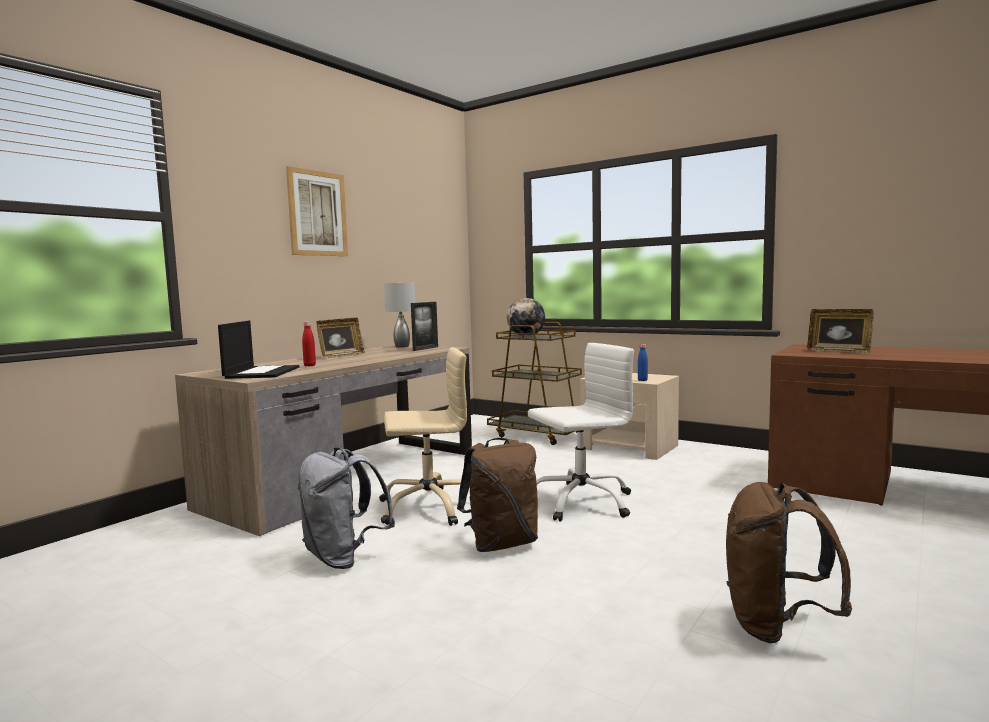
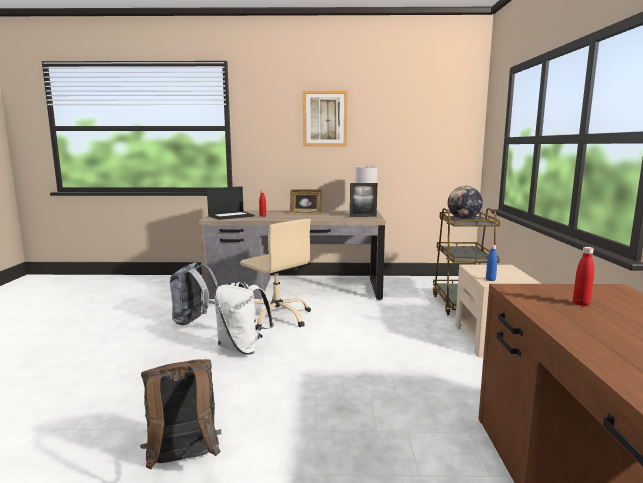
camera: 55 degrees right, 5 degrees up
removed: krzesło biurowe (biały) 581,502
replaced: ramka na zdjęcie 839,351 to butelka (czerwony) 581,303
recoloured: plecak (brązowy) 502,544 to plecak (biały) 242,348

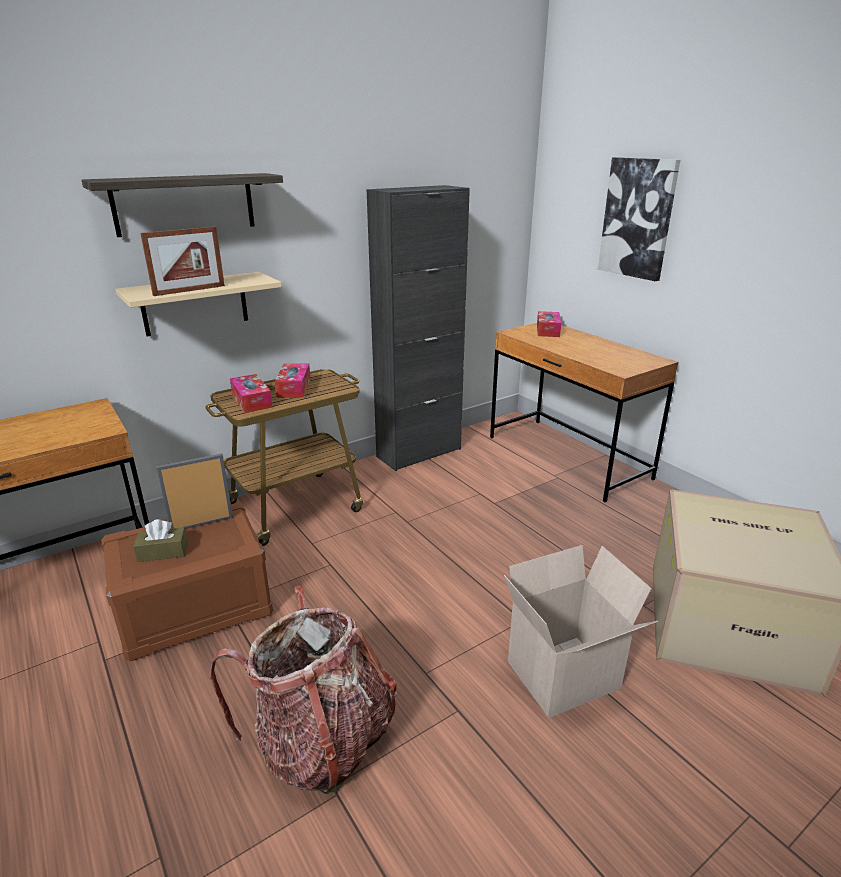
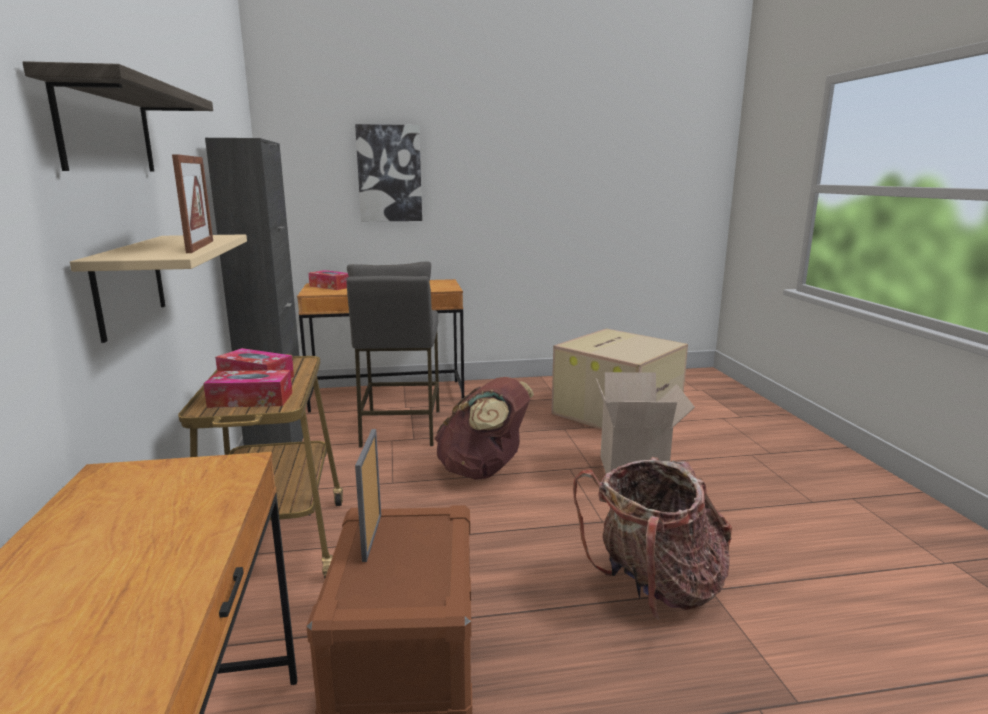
camera: 65 degrees left, 10 degrees down
removed: pudełko chusteczek (brązowy) 163,552
added: stołek (szary) 400,428; plecak (brązowy) 483,471

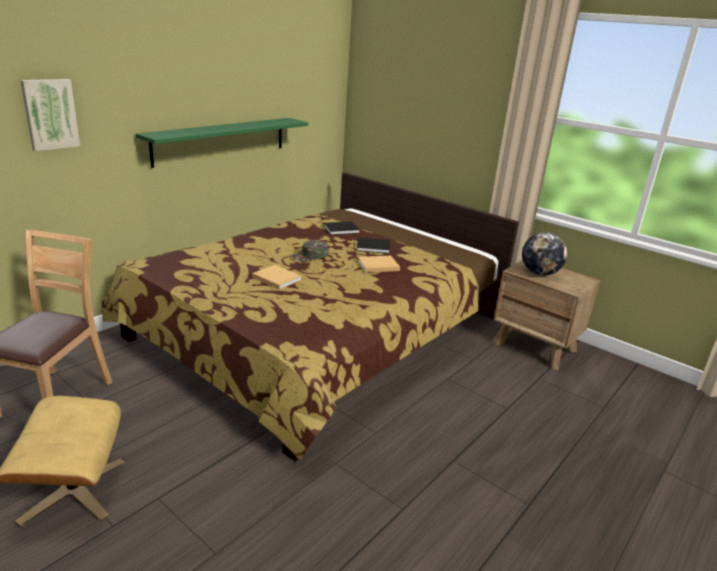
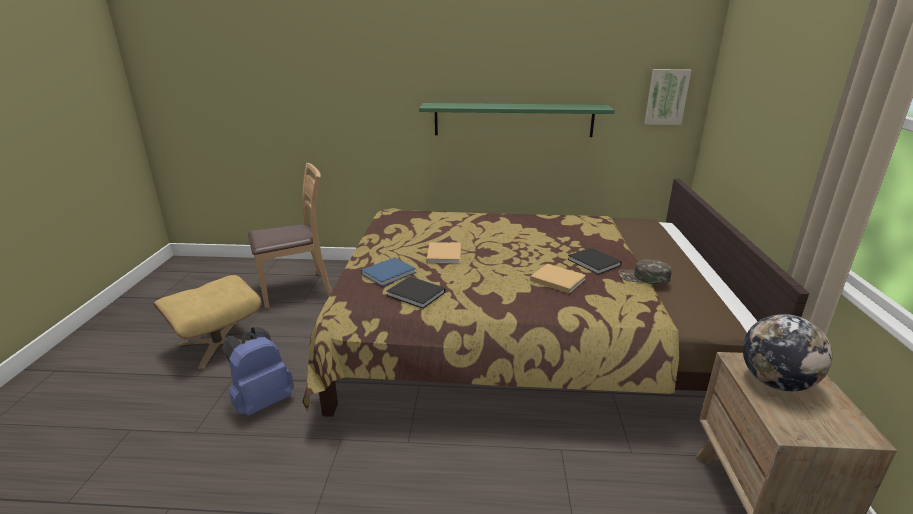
camera: 55 degrees right, 0 degrees up
added: plecak (niebieski) 262,401; książka (niebieski) 390,273
moved: obraz 50,114 to 666,97; czapka z daszkiem (zielony) 310,256 to 643,277; książka (czarny) 342,229 to 417,294

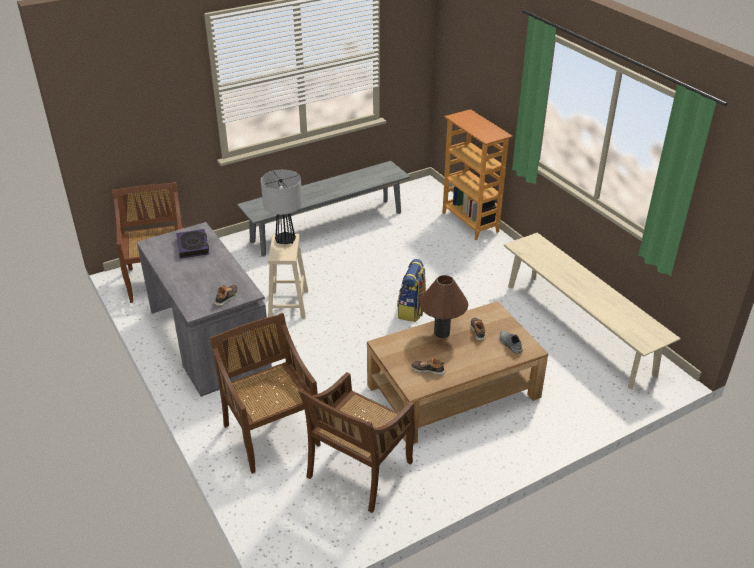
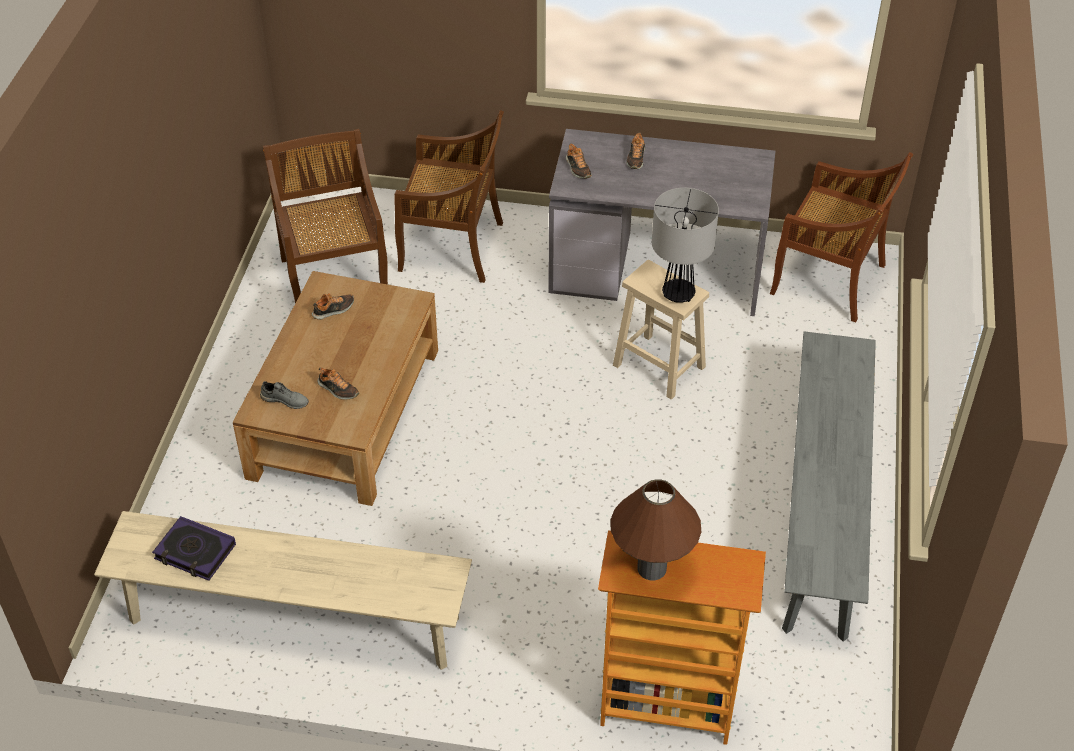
camera: 130 degrees right, 10 degrees up
removed: plecak 412,310
added: but 636,158
moved: książka 193,246 to 195,552; lampa stołowa (brązowy) 441,333 to 651,568

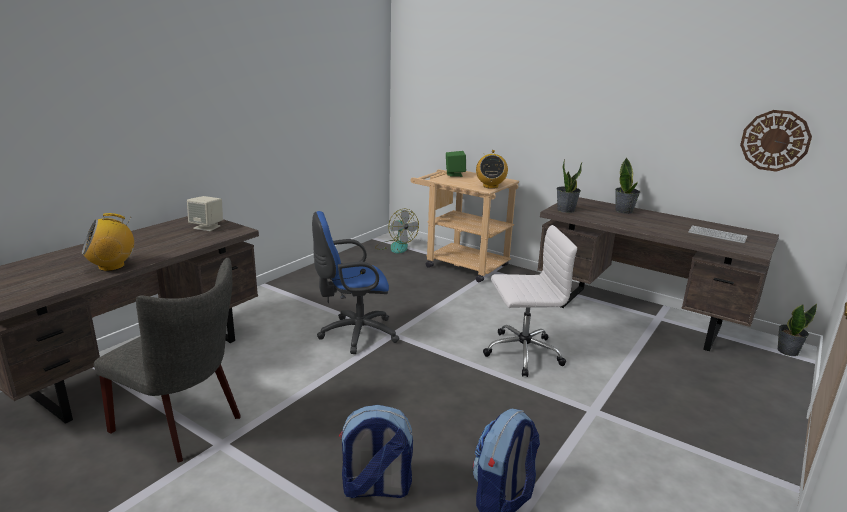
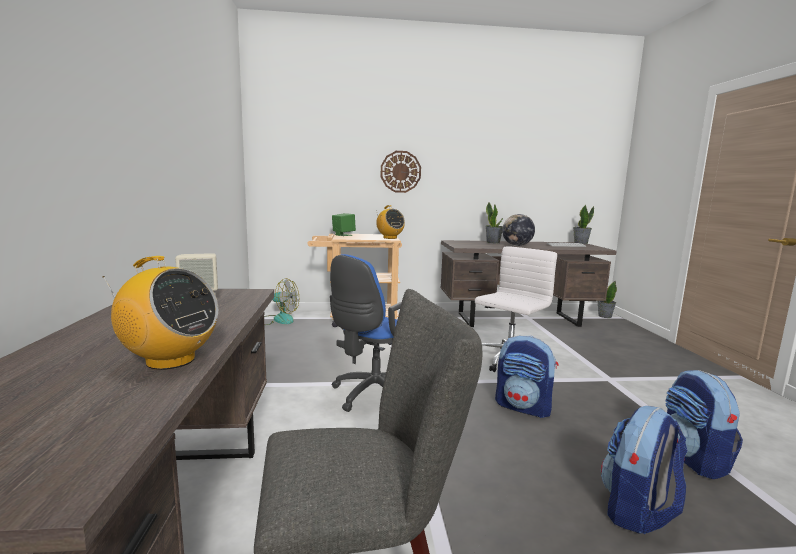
camera: 40 degrees left, 10 degrees down
added: plecak 523,407; globus 517,245
moved: roślina doniczkowa 565,210 to 580,243; zegar ścienny 775,140 to 400,171
turned: radio 112,266 = 170,360 90 degrees counterclockwise

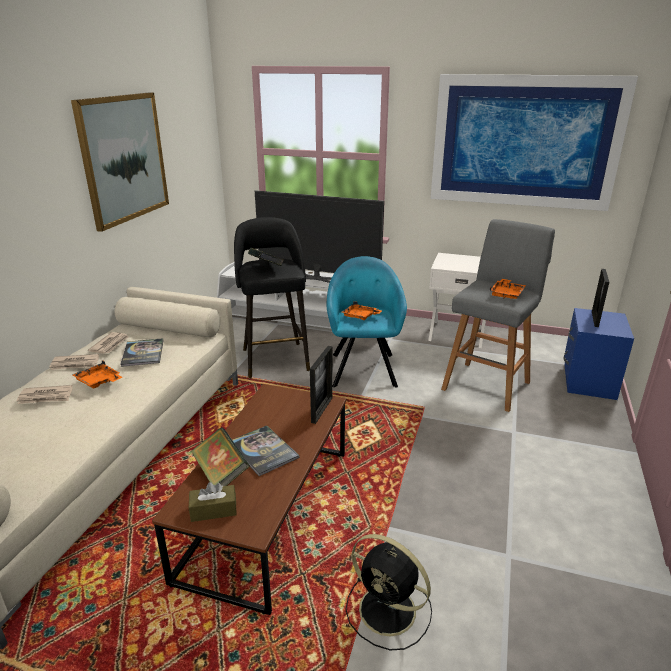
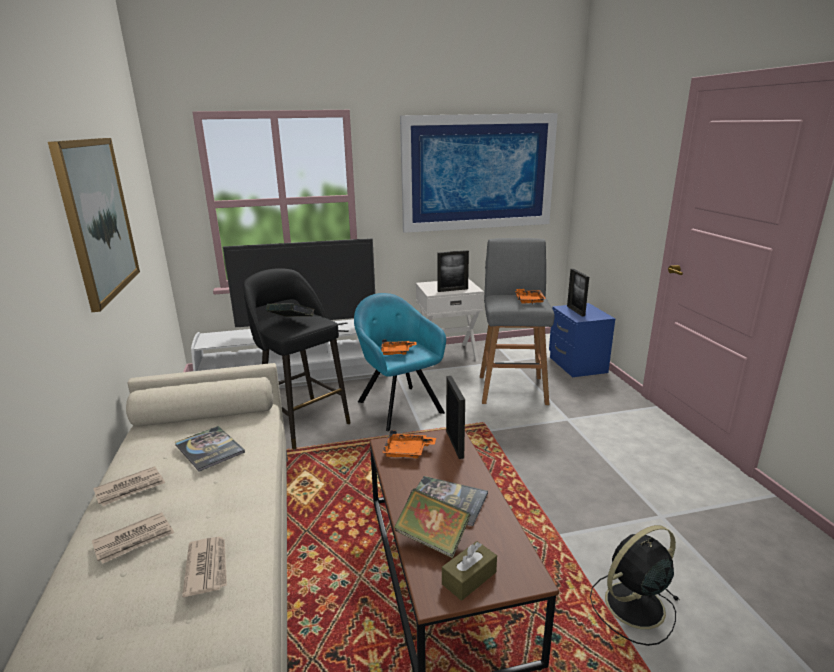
camera: 30 degrees left, 5 degrees down
added: ramka na zdjęcie 452,290
moved: taca (pomarańczowy) 99,381 to 407,452; gazeta 110,345 to 207,567
turned: wentylator (czarny) 389,611 = 632,606 150 degrees clockwise

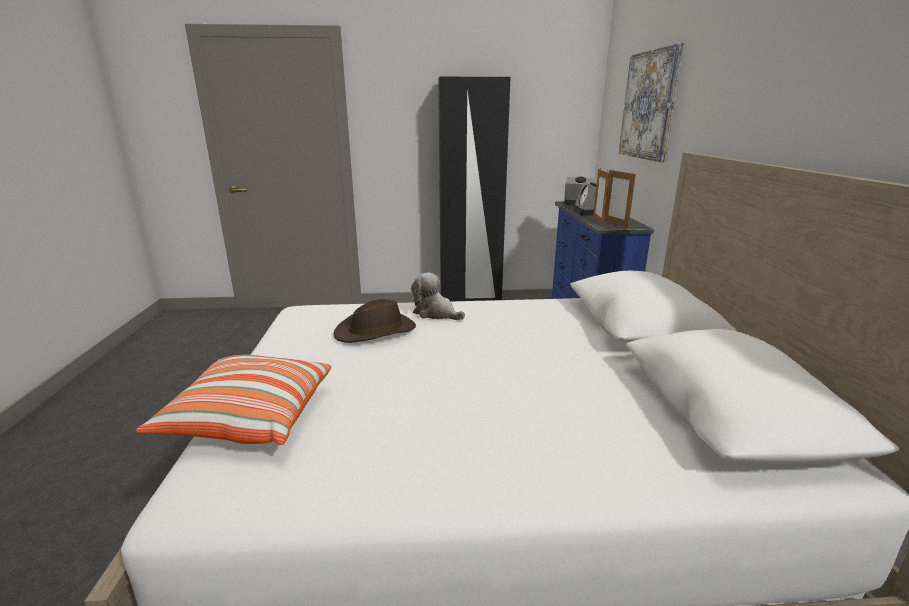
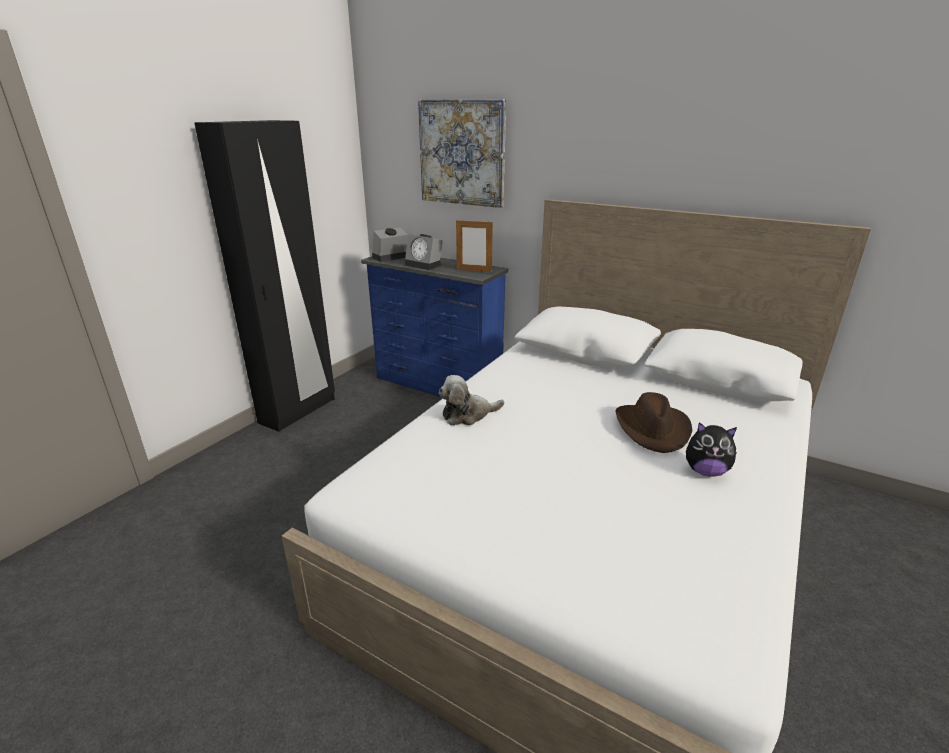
camera: 55 degrees left, 5 degrees up
removed: poduszka 249,418; ramka na zdjęcie 597,221
added: pluszak 705,471
moved: kapelusz (brązowy) 376,331 to 652,429

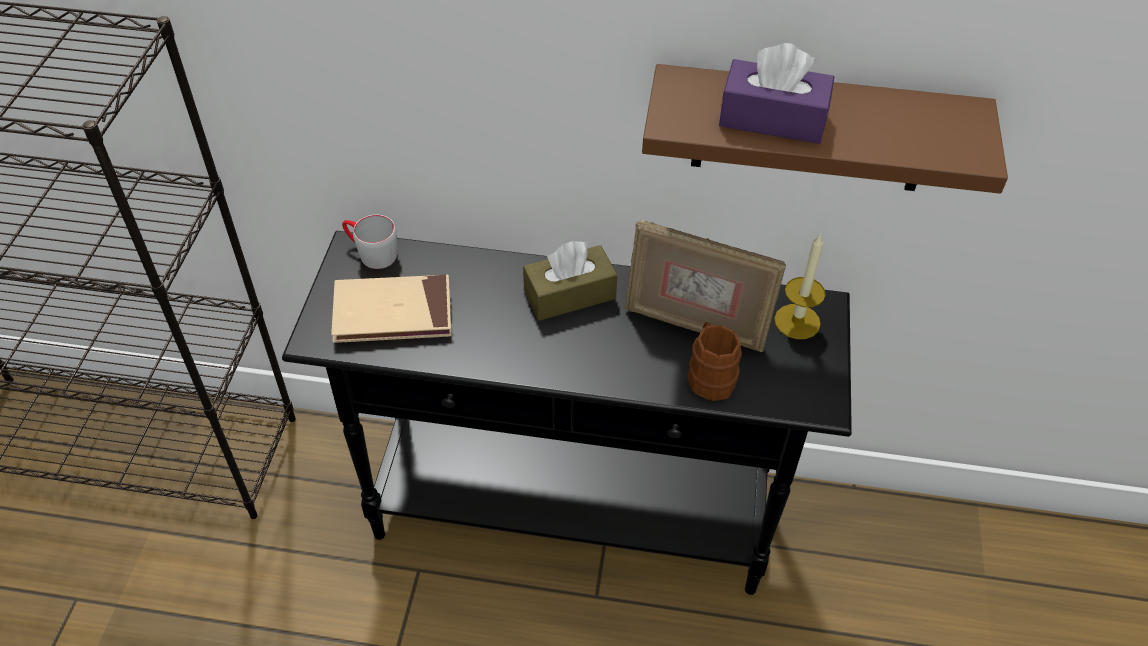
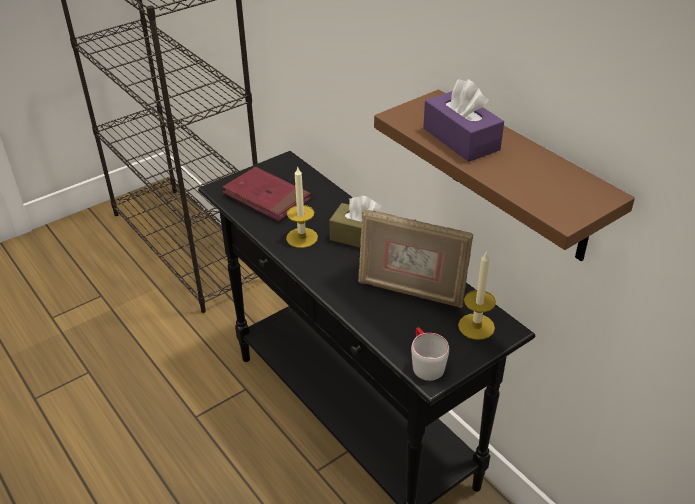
camera: 45 degrees right, 10 degrees down
removed: kubek (brązowy) 709,375
added: świeca 302,238
moved: kubek (szary) 370,253 to 425,363
recoloured: książka (beżowy) 393,313 to książka (czerwony) 266,197
turned: ramka na zdjęcie 695,325 = 411,291 45 degrees counterclockwise

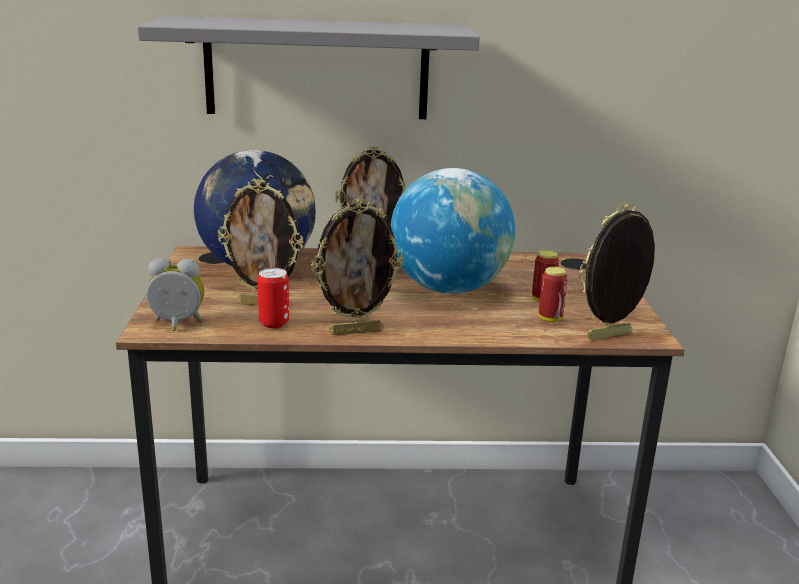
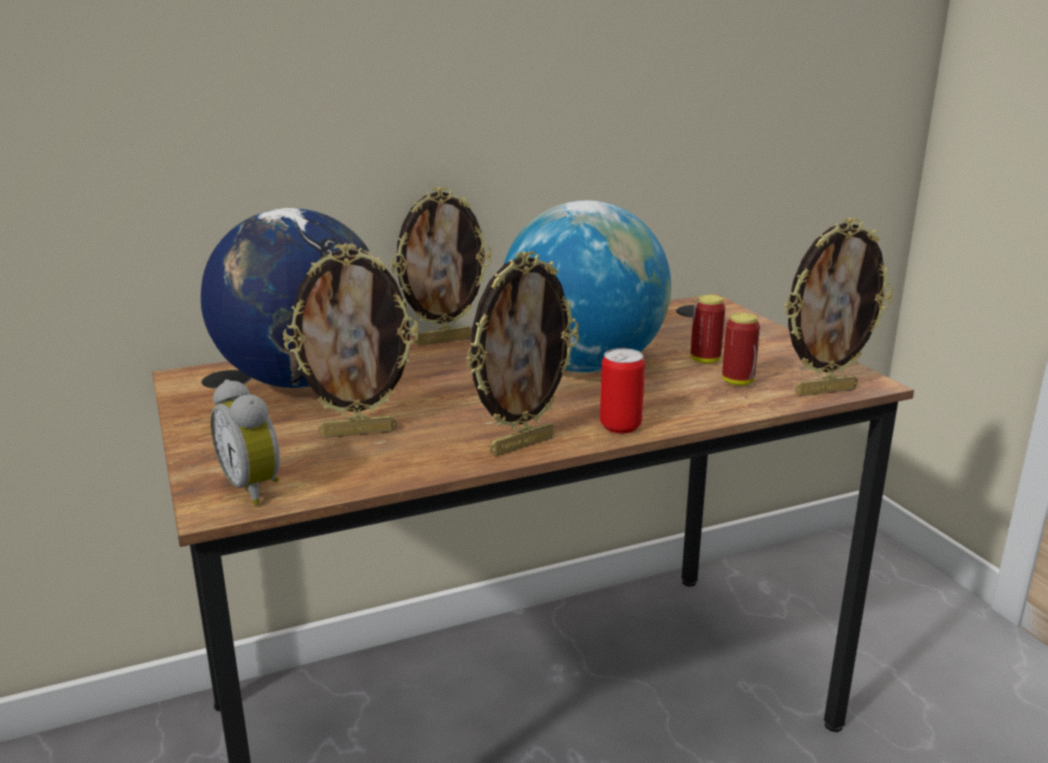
camera: 20 degrees left, 0 degrees up
removed: półka (szary) 317,69
moved: puszka 274,323 to 620,426
turned: budzik 177,325 = 256,488 105 degrees counterclockwise; ramka na zdjęcie 610,337 = 824,390 150 degrees counterclockwise

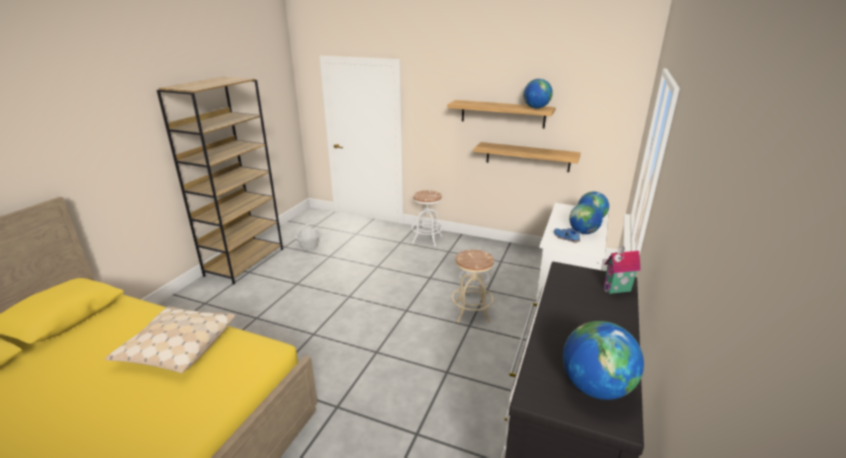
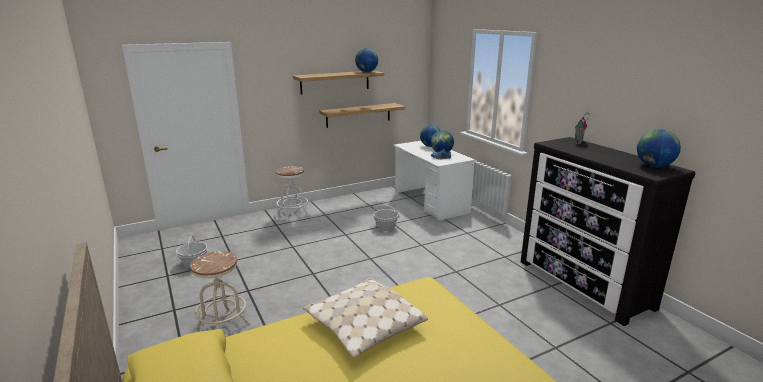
camera: 50 degrees left, 5 degrees down
removed: regał (brązowy) 245,262
moved: stołek (beżowy) 471,312 to 223,325

